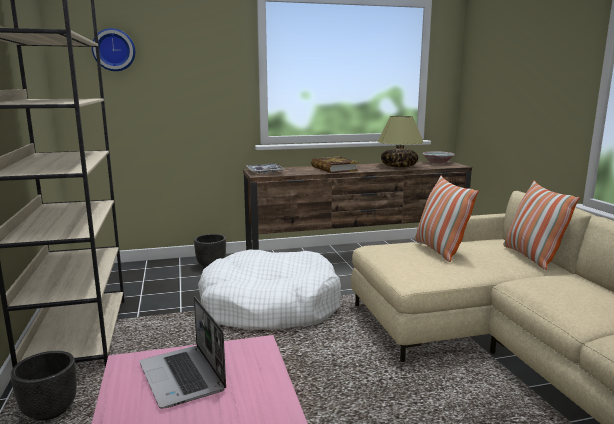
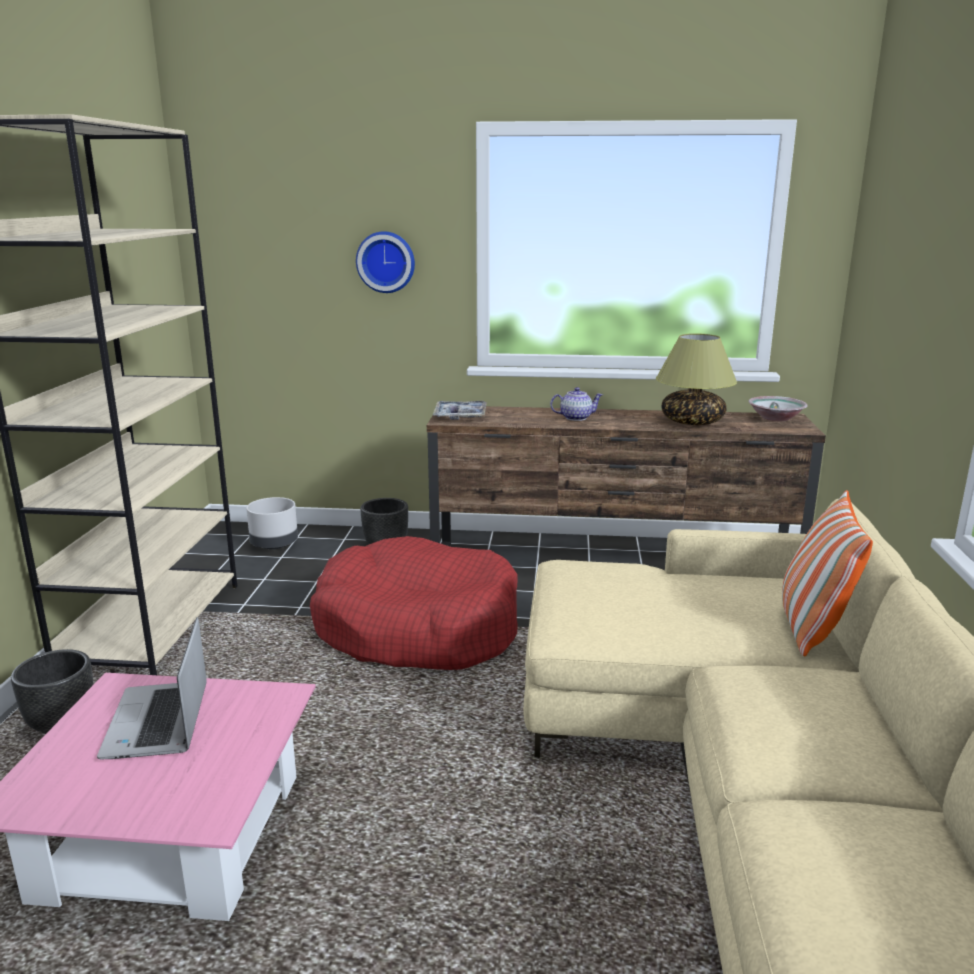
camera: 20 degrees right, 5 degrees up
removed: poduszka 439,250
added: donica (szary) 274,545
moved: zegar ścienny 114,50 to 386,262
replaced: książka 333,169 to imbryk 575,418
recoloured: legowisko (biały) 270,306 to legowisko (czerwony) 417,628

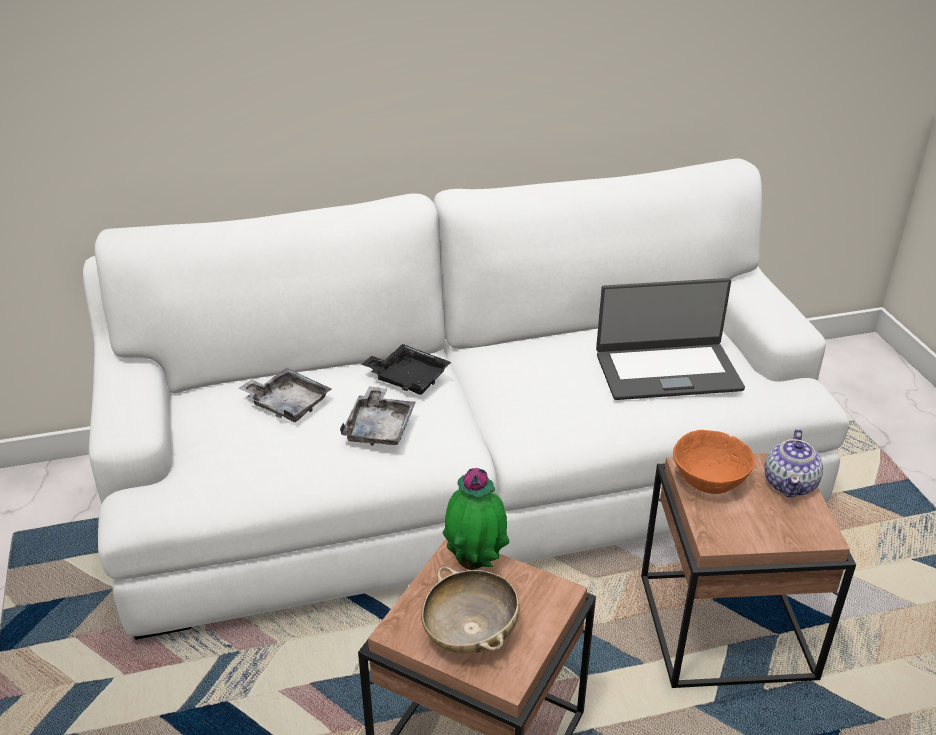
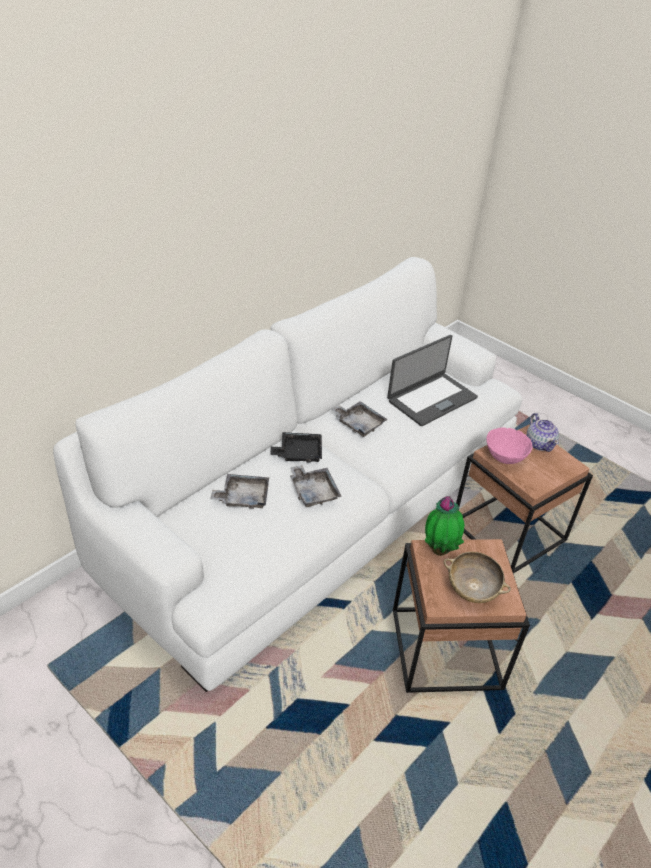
camera: 35 degrees left, 5 degrees up
added: taca (szary) 358,424
recoloured: miska (pomarańczowy) 708,482 to miska (różowy) 505,457

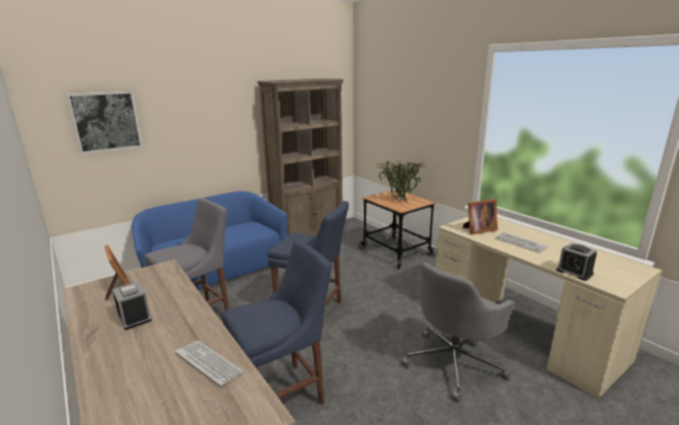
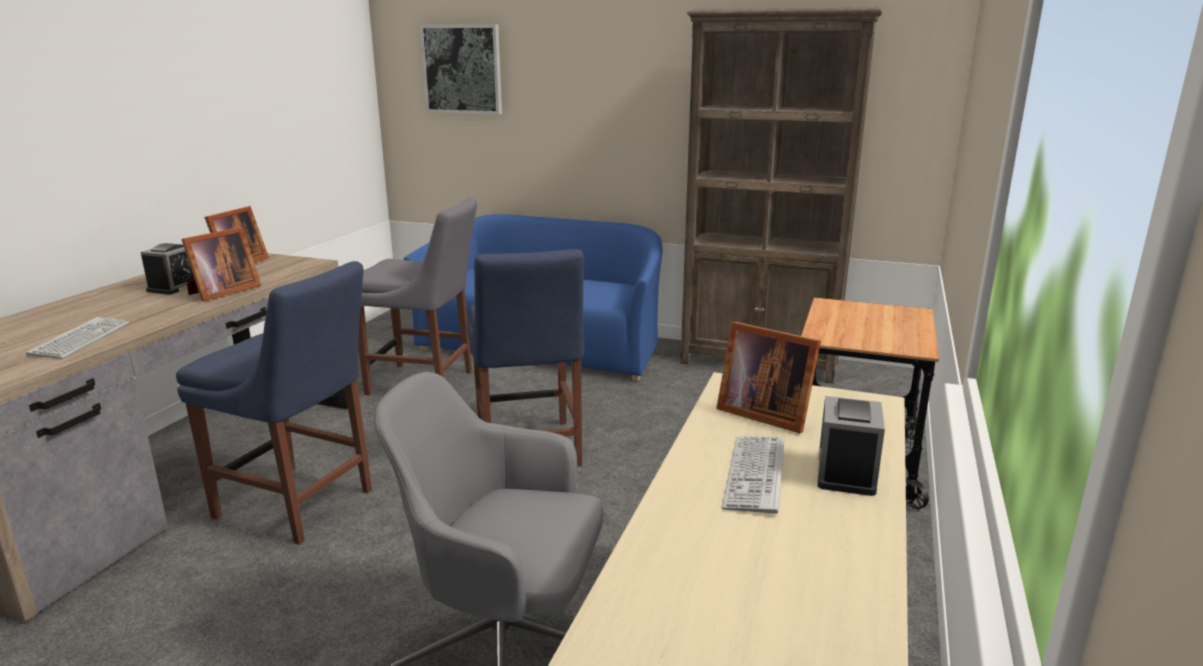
camera: 55 degrees right, 0 degrees up
removed: roślina doniczkowa 399,201
added: ramka na zdjęcie 222,292
moved: budzik 574,272 to 846,473

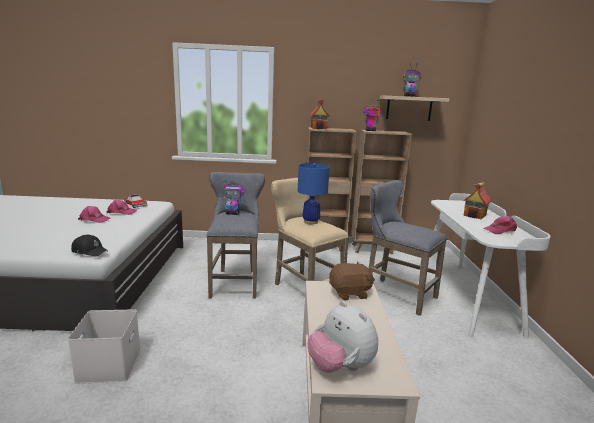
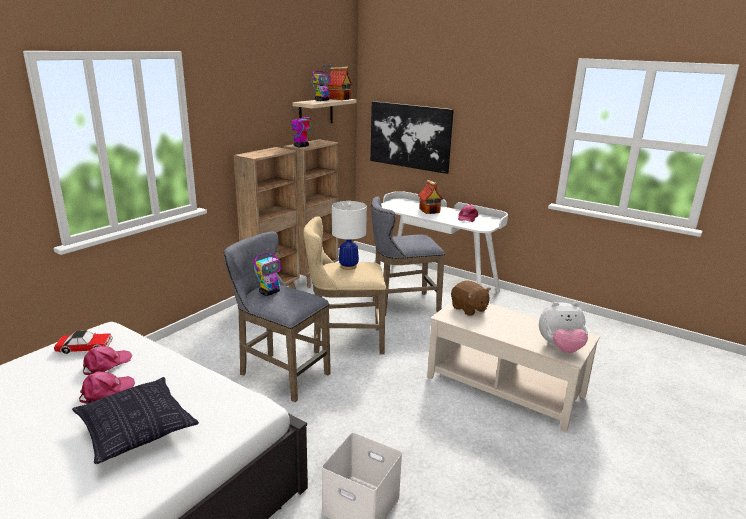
camera: 55 degrees left, 5 degrees up
removed: czapka z daszkiem (czarny) 90,251
added: poduszka 136,430; obraz 410,136
moved: domek 319,128 to 339,99
recoloured: lampa stołowa (niebieski) 310,222 to lampa stołowa (biały) 348,266
turned: pluszak (brązowy) 350,293 = 469,309 120 degrees clockwise

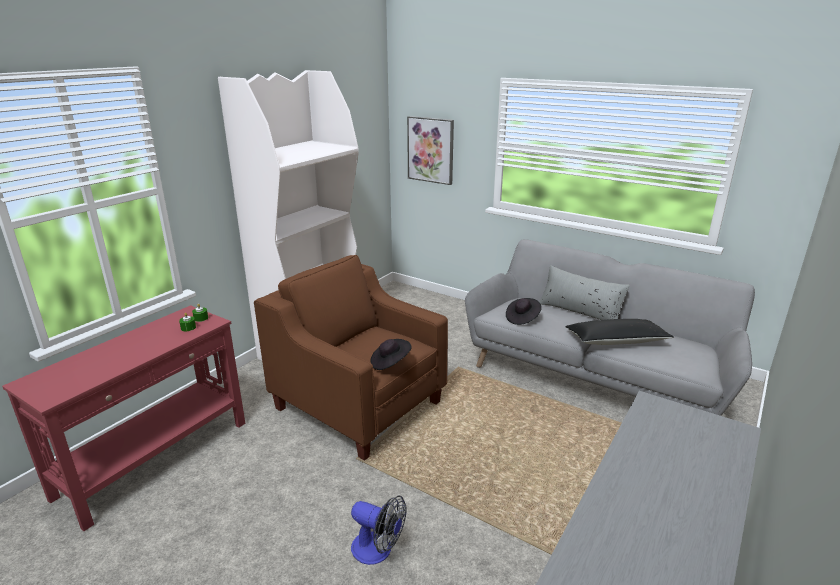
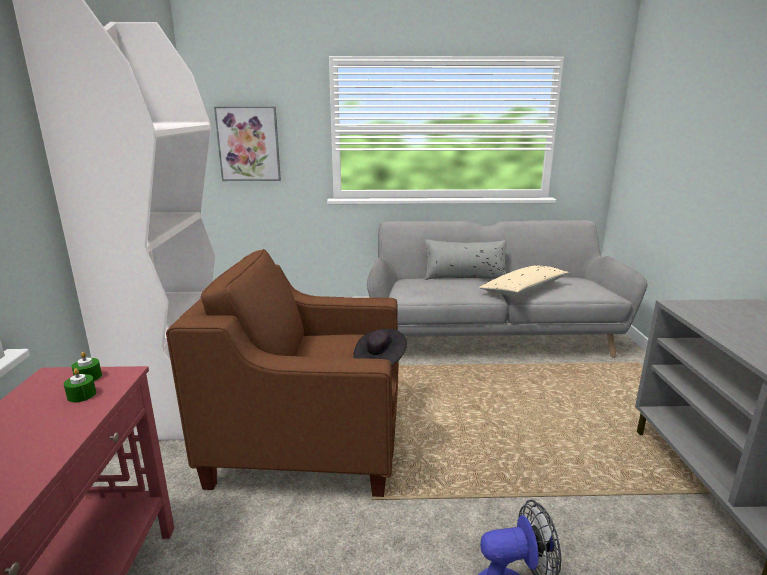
camera: 35 degrees left, 5 degrees down
removed: kapelusz (czarny) 522,318
recoloured: poduszka (czarny) 616,341 to poduszka (beżowy) 523,290

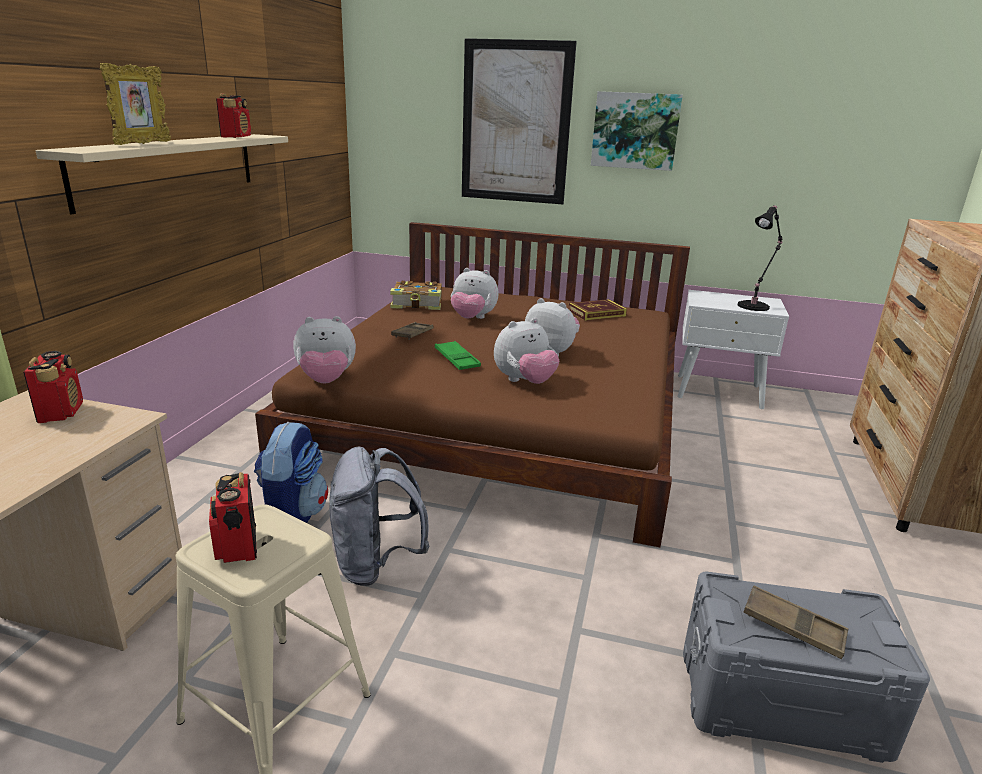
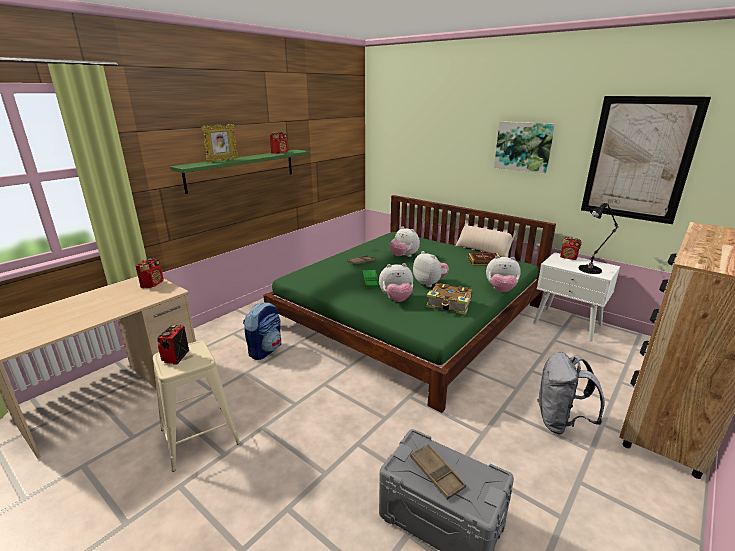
camera: 25 degrees right, 0 degrees up
added: poduszka (beżowy) 483,250; radio 568,258
moved: pluszak 326,380 to 501,290; plecak (szary) 376,564 to 560,422; książka 418,304 to 449,305; obraz 515,123 to 638,159
recoloured: półka (beżowy) 170,168 to półka (zielony) 242,170; łóżko (brązowy) 501,414 to łóżko (zielony) 409,315

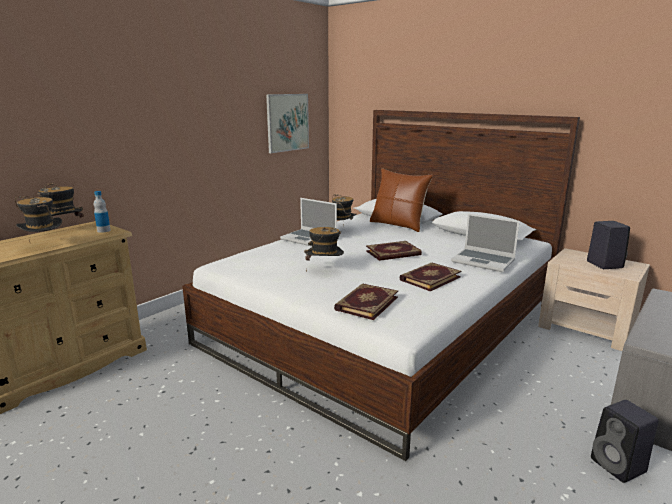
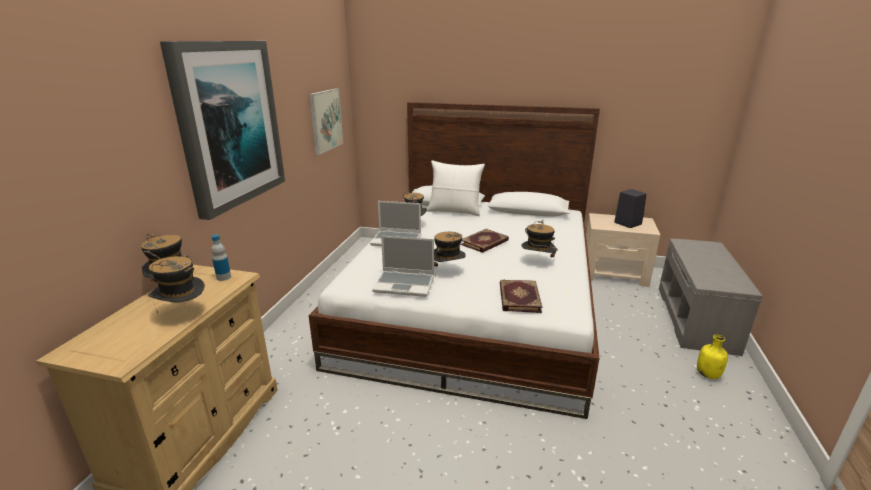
camera: 25 degrees left, 5 degrees up
added: obraz 229,124
moved: laptop 484,261 to 405,284
replaced: książka 429,278 to kapelusz 537,262; głośnik (czarny) 619,466 to butelka (żółty) 708,374
recoloured: poduszka (brązowy) 398,225 to poduszka (biały) 454,211

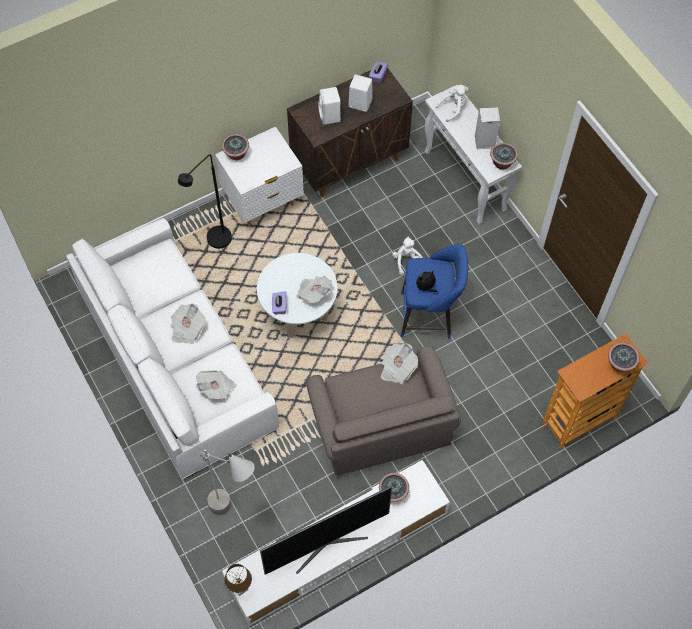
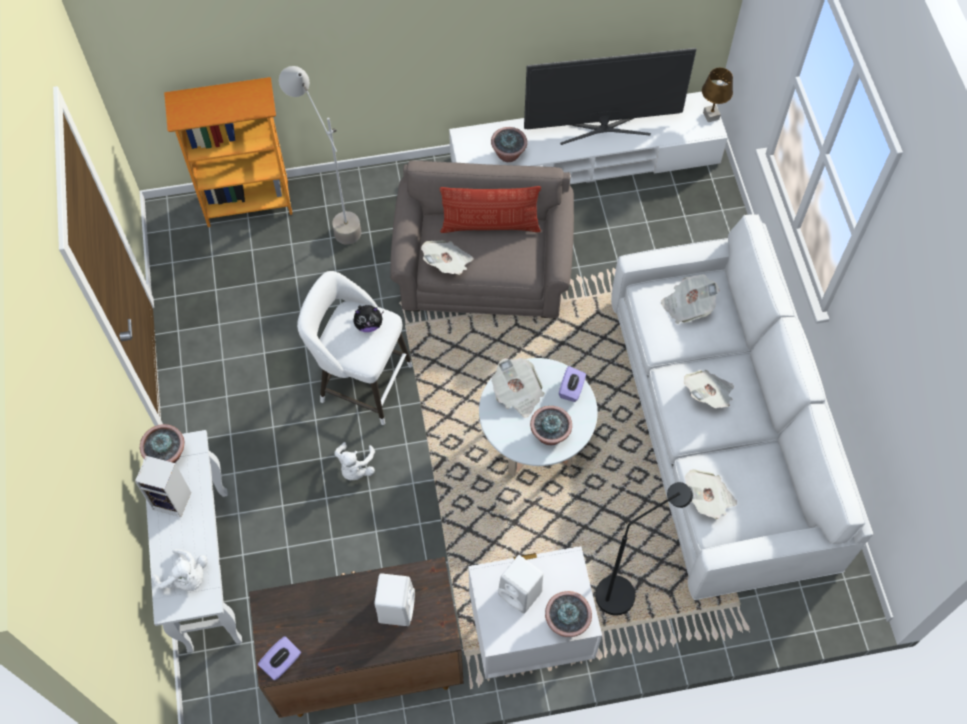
camera: 160 degrees left, 0 degrees up
added: poduszka 490,225; gazeta 707,499
moved: lampa stojąca (szary) 235,513 to 333,218; głośnik (biały) 359,103 to 521,593; roślina doniczkowa 620,364 to 550,434
recoloured: stołek (niebieski) 429,315 to stołek (biały) 361,381
turned: pluszak (biały) 453,108 = 186,578 135 degrees counterclockwise

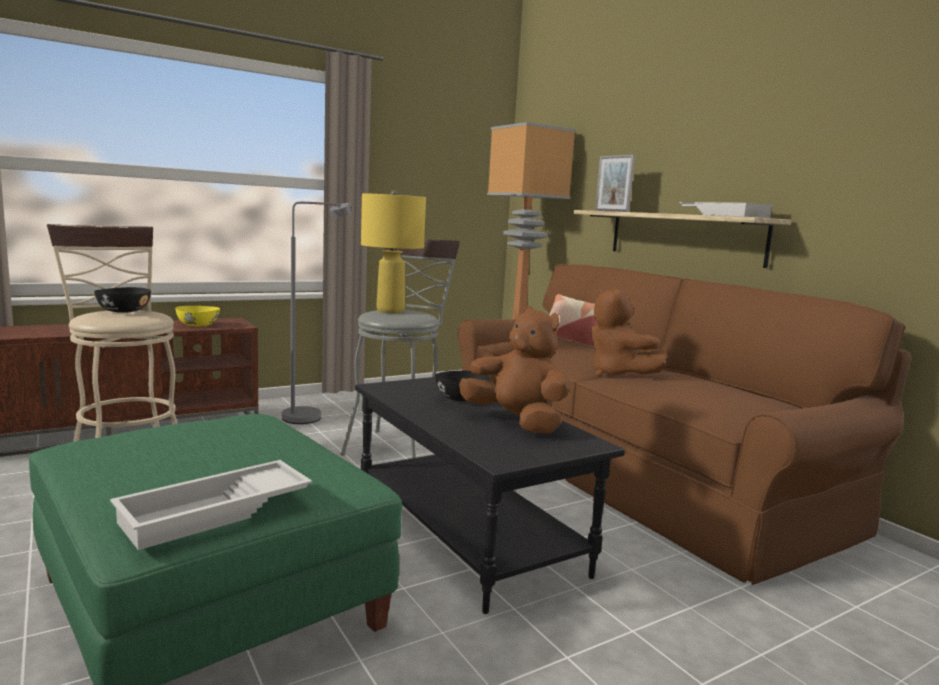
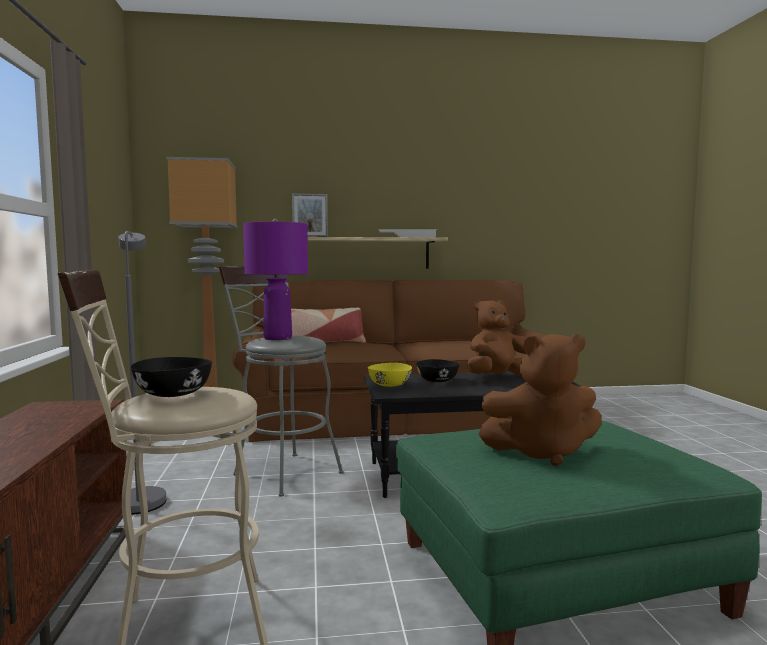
camera: 65 degrees left, 5 degrees down
removed: taca (biały) 216,513
moved: miska (żółty) 197,325 to 390,385; pluszak (brązowy) 617,375 to 541,453
recoloured: lampa stołowa (żółty) 390,311 to lampa stołowa (fioletowy) 278,338

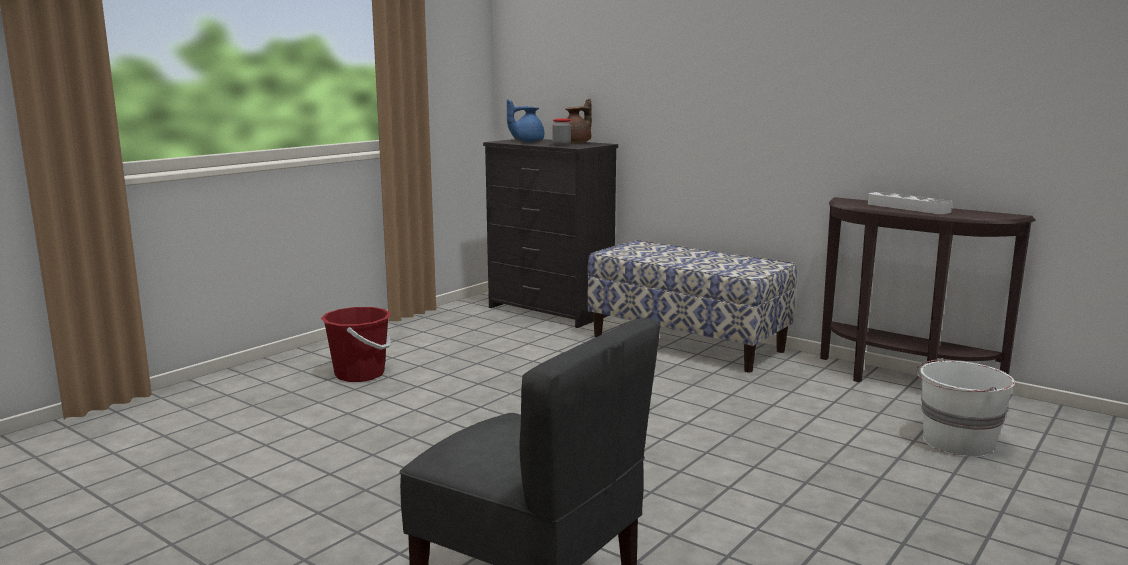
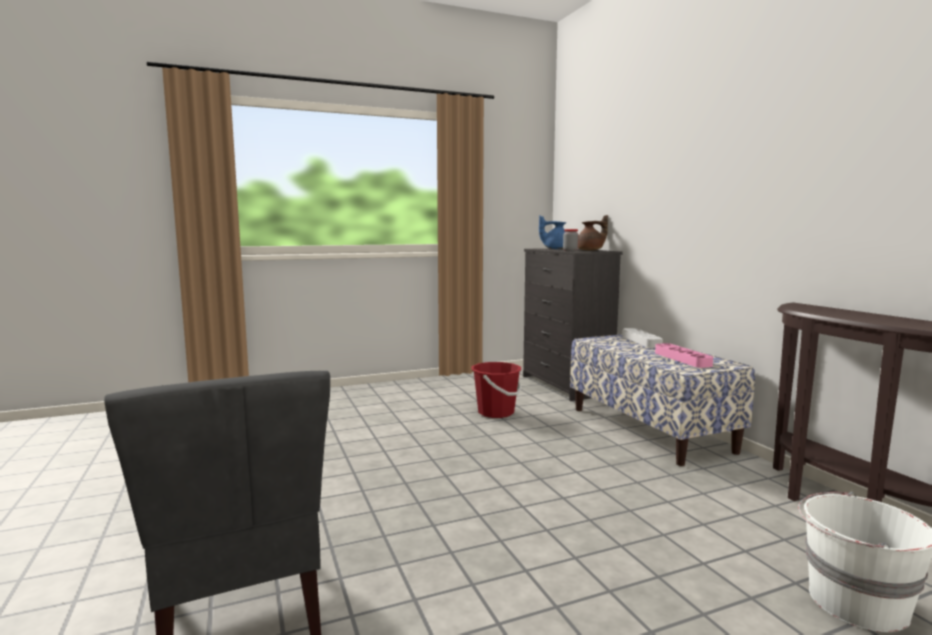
camera: 30 degrees right, 5 degrees down
added: taca (różowy) 682,359
moved: wiadro (czerwony) 360,374 to 496,412; taca (szary) 908,208 to 641,341

